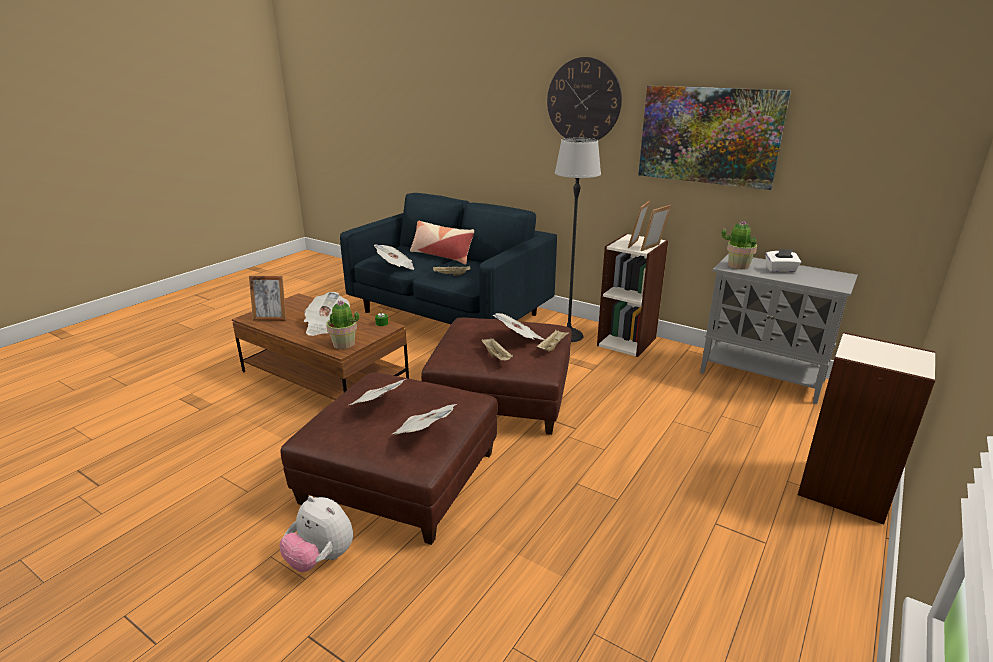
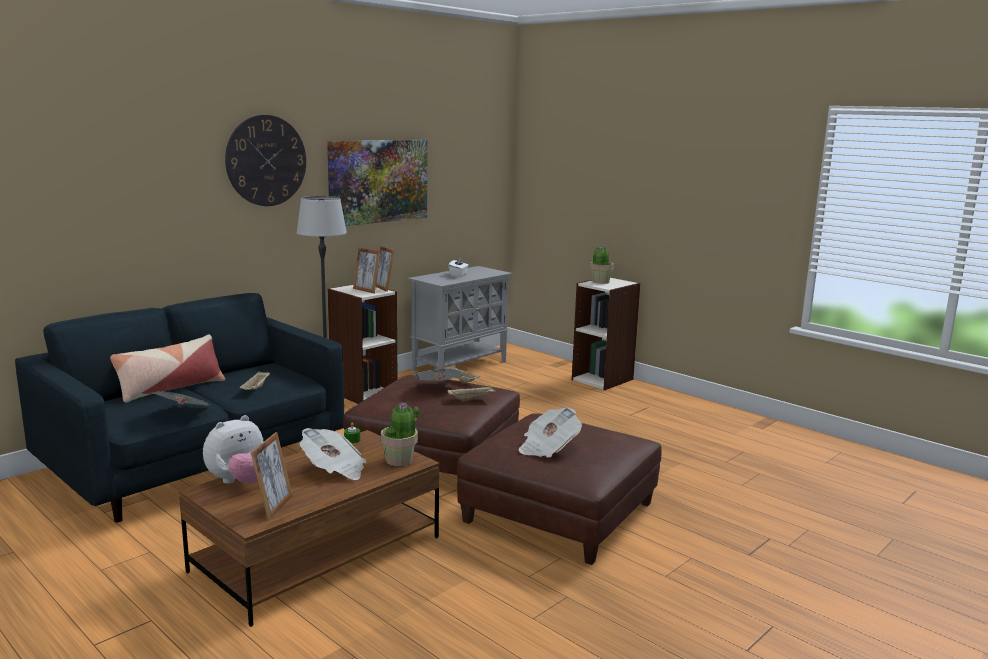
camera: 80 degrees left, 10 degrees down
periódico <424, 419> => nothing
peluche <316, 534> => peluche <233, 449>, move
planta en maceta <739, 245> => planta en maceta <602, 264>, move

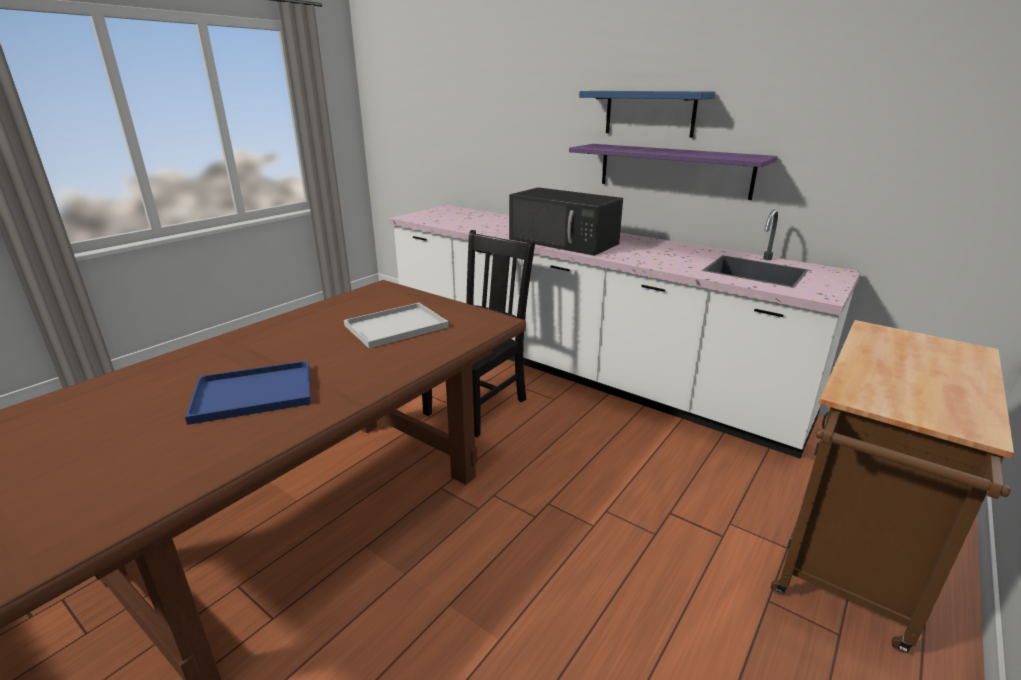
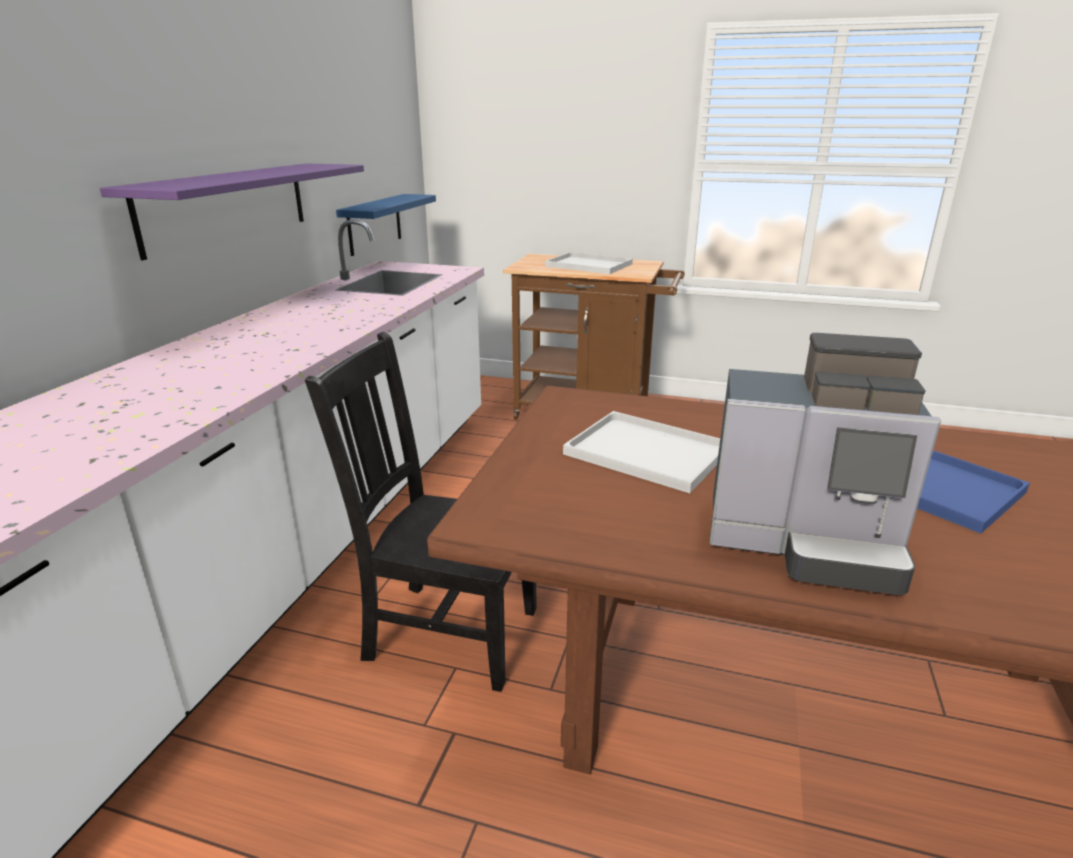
camera: 110 degrees left, 0 degrees up
microondas [negro] <566, 221> => nothing
nothing => bandeja [blanco] <589, 263>
nothing => cafetera <825, 464>
estante [azul] <647, 114> => estante [azul] <386, 225>, move

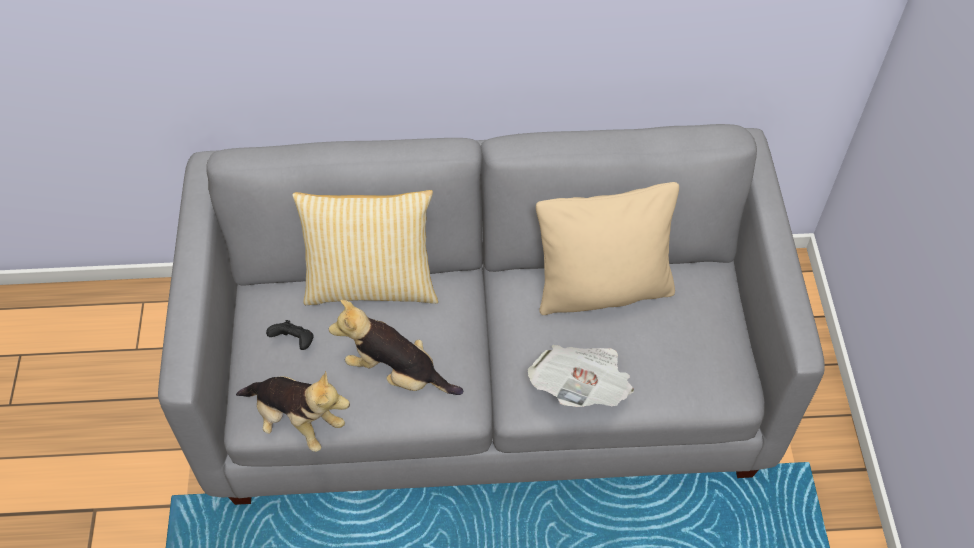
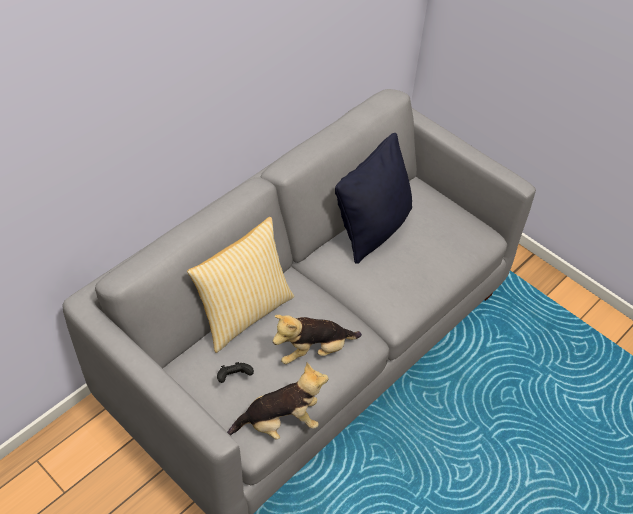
camera: 45 degrees left, 5 degrees down
periódico <580, 376> => nothing
cojín [beis] <607, 248> => cojín [negro] <373, 198>

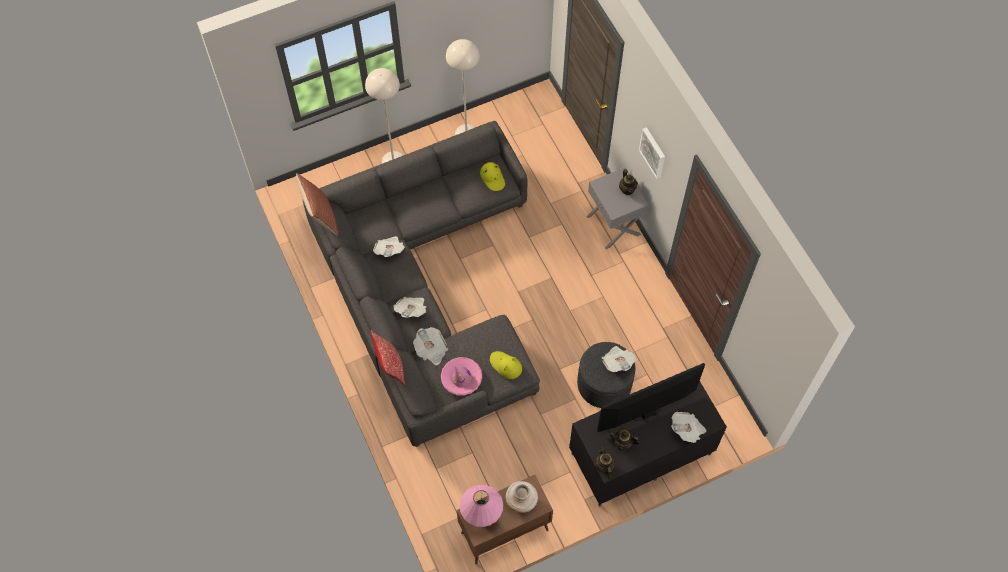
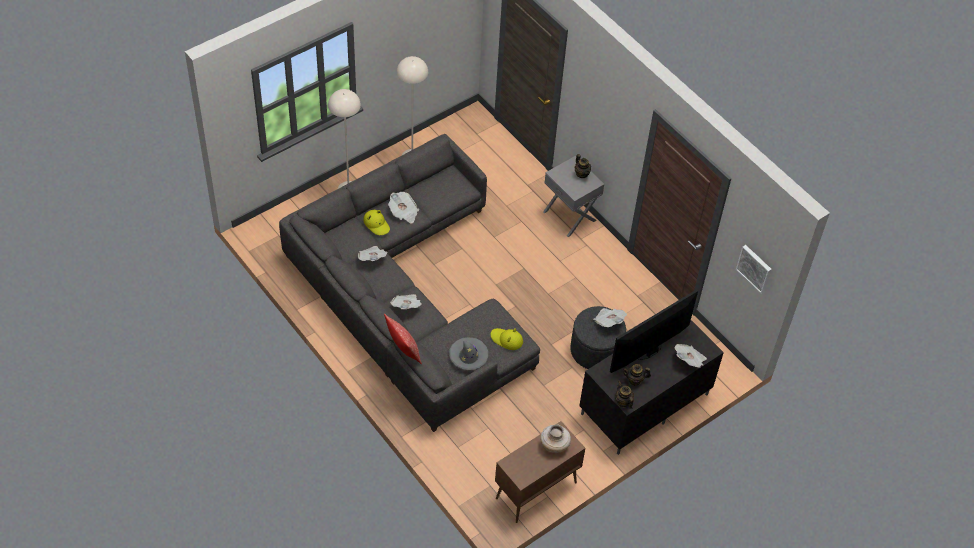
camera: 15 degrees left, 10 degrees down
cojín <317, 204> => nothing
lámpara de mesa [rosa] <481, 506> => nothing
periódico <430, 346> => periódico <403, 208>, move
sombrero [amarillo] <492, 176> => sombrero [amarillo] <376, 222>, move
cuadro <652, 153> => cuadro <754, 269>, move
sombrero [rosa] <461, 376> => sombrero [gris] <469, 353>

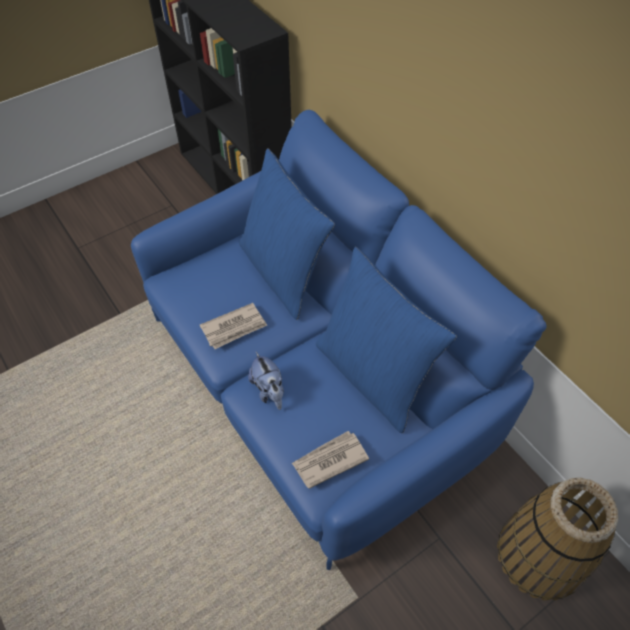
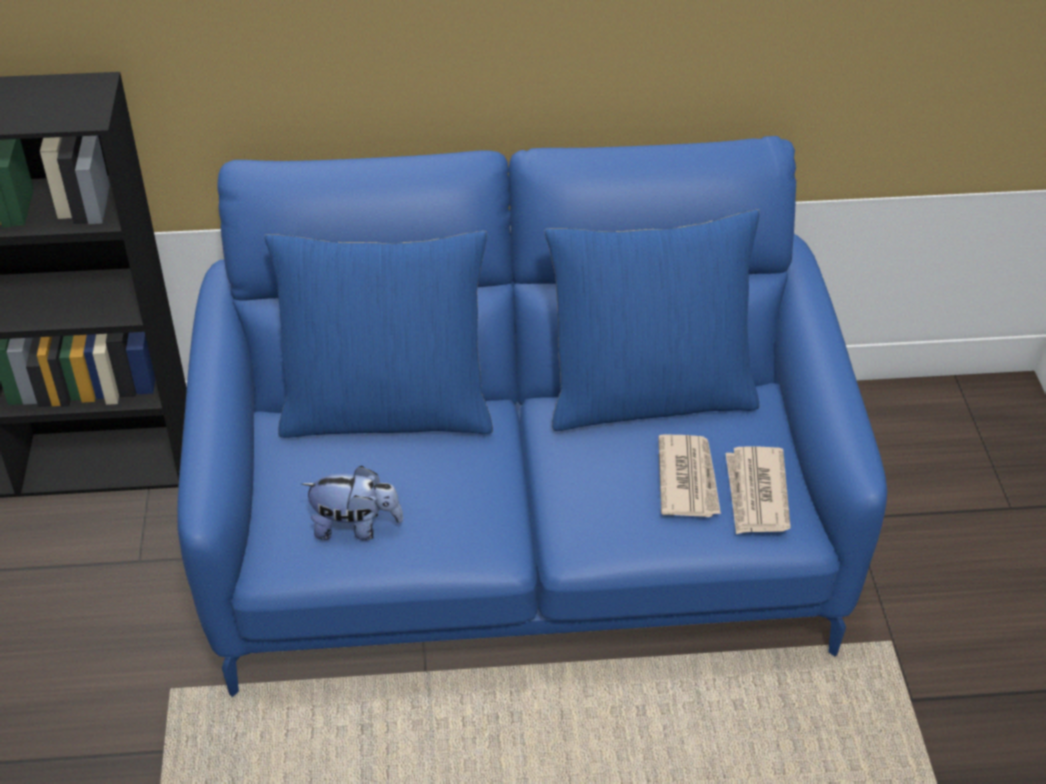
camera: 60 degrees left, 10 degrees down
cesta <557, 539> => nothing
periódico <233, 326> => periódico <689, 475>, move
peluche <266, 381> => peluche <352, 503>, move

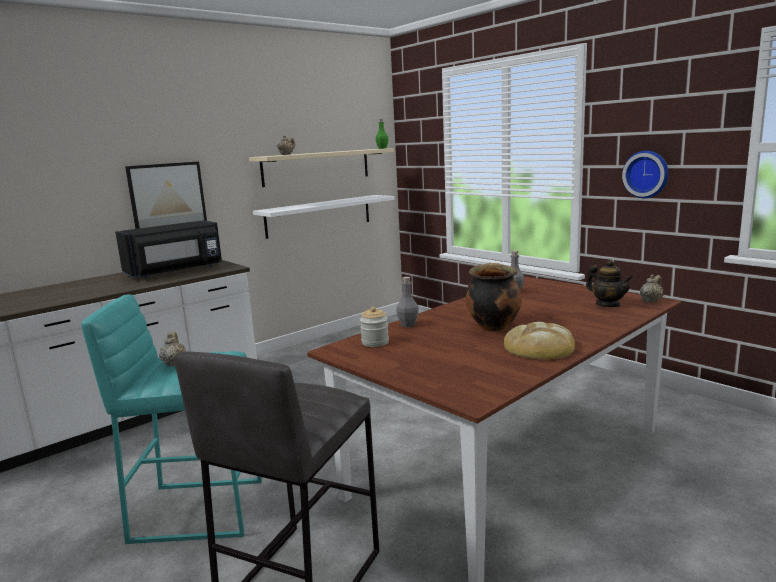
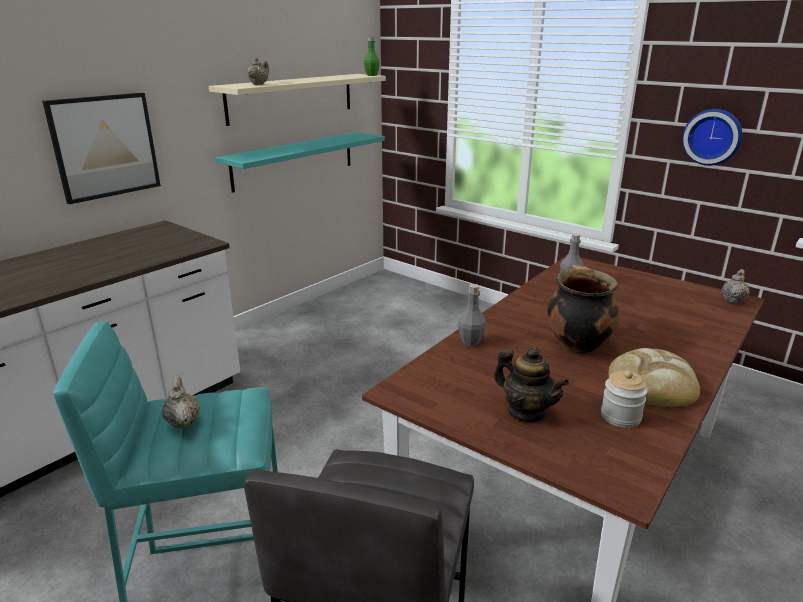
camera: 10 degrees left, 10 degrees up
microondas [negro] <168, 249> => nothing
tarro <374, 327> => tarro <624, 399>, move
tetera <609, 283> => tetera <531, 384>, move
estante [blanco] <324, 217> => estante [turquesa] <300, 162>

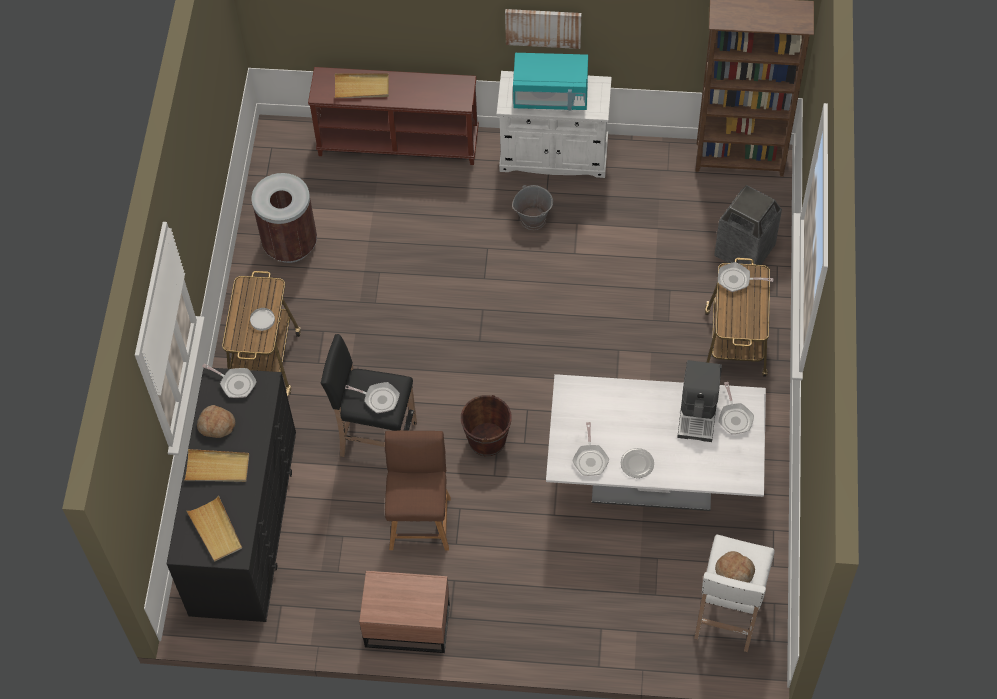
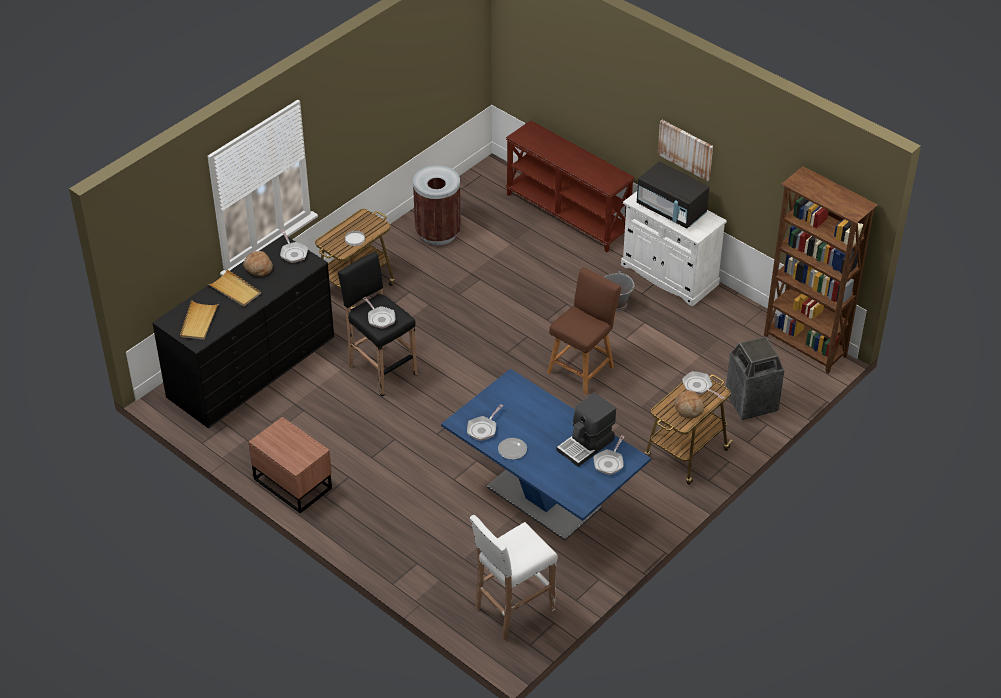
camera: 35 degrees right, 15 degrees down
bandeja [beis] <361, 86> => nothing
cubo [marrón] <486, 425> => nothing
taburete [marrón] <418, 491> => taburete [marrón] <584, 331>, move
pan <735, 567> => pan <689, 404>, move
microondas [turquesa] <550, 81> => microondas [negro] <673, 195>
mesa de comedor [blanco] <656, 442> => mesa de comedor [azul] <546, 455>

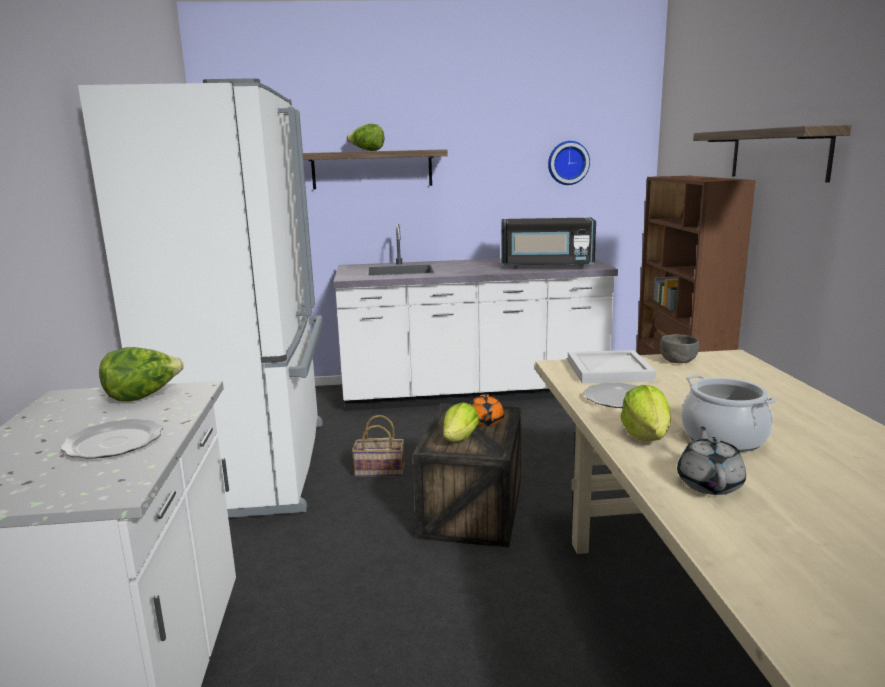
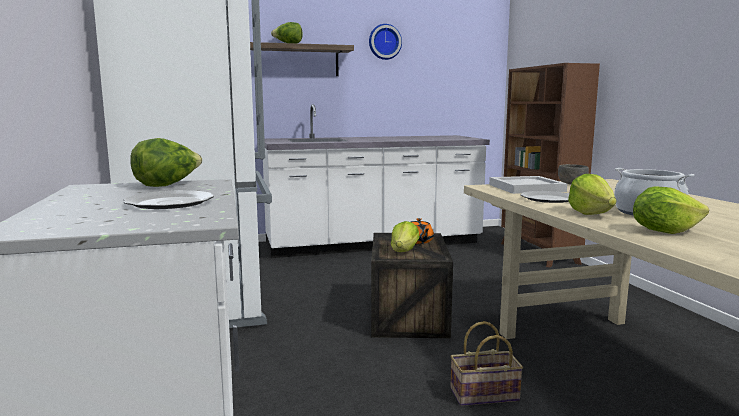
camera: 10 degrees left, 5 degrees down
microondas [negro] <549, 243> => nothing
estante <772, 154> => nothing
cesta <378, 446> => cesta <486, 363>, move
reloj de pared <569, 163> => reloj de pared <385, 42>, move
tetera [gris] <711, 460> => lechuga <671, 210>

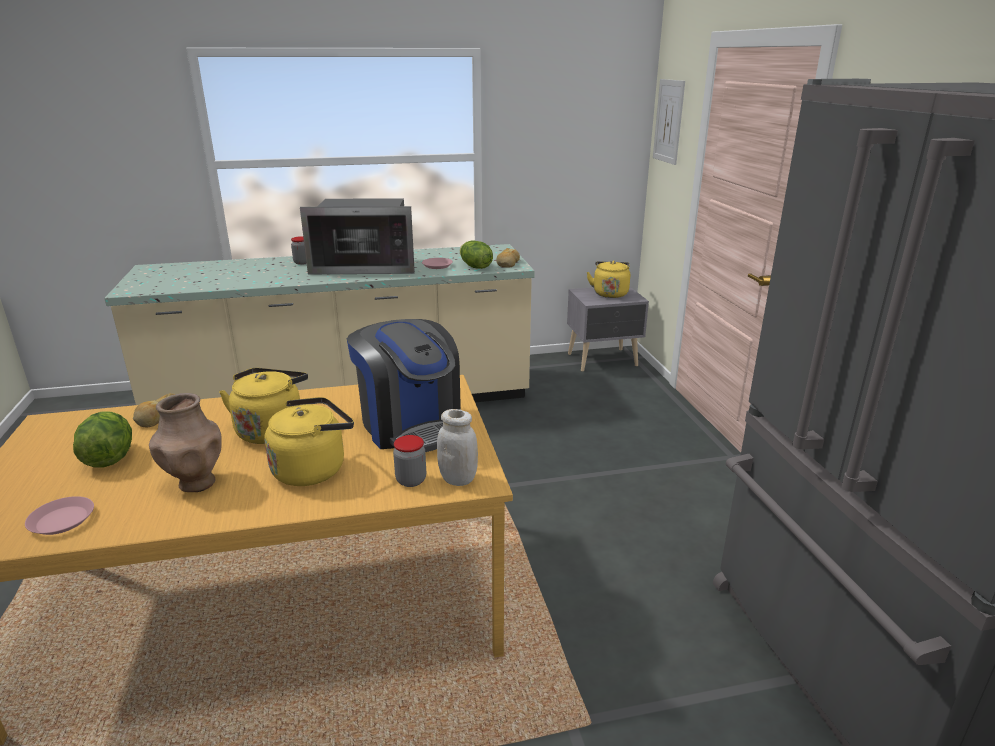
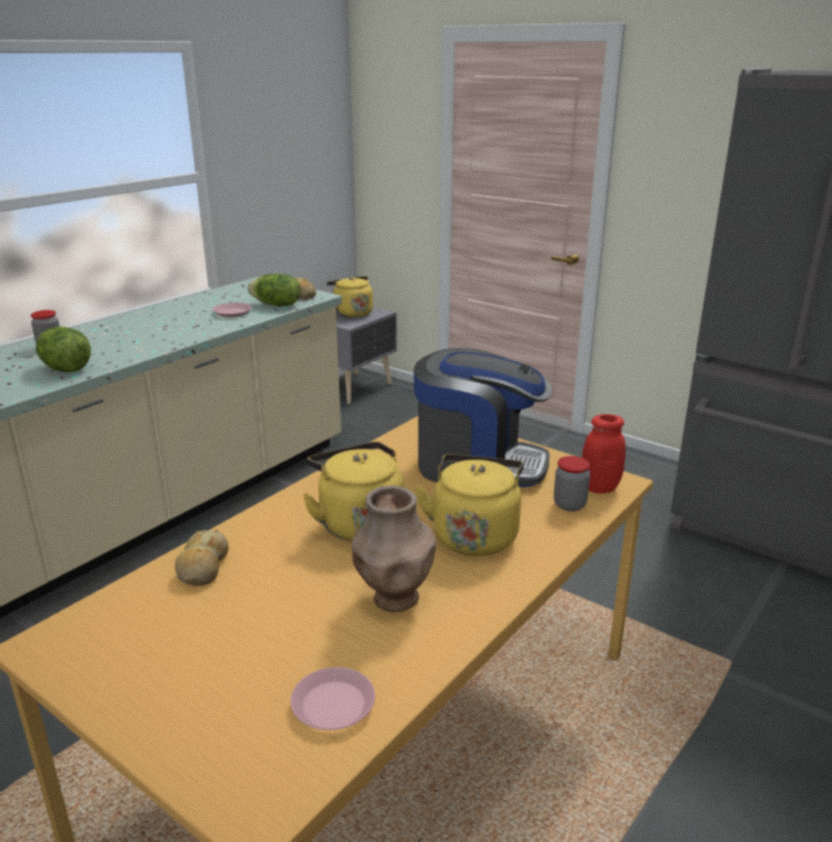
camera: 40 degrees left, 0 degrees up
microondas <357, 236> => nothing
cuadro <669, 122> => nothing
lechuga <102, 439> => lechuga <63, 349>, move
tarro [blanco] <457, 447> => tarro [rojo] <604, 454>

